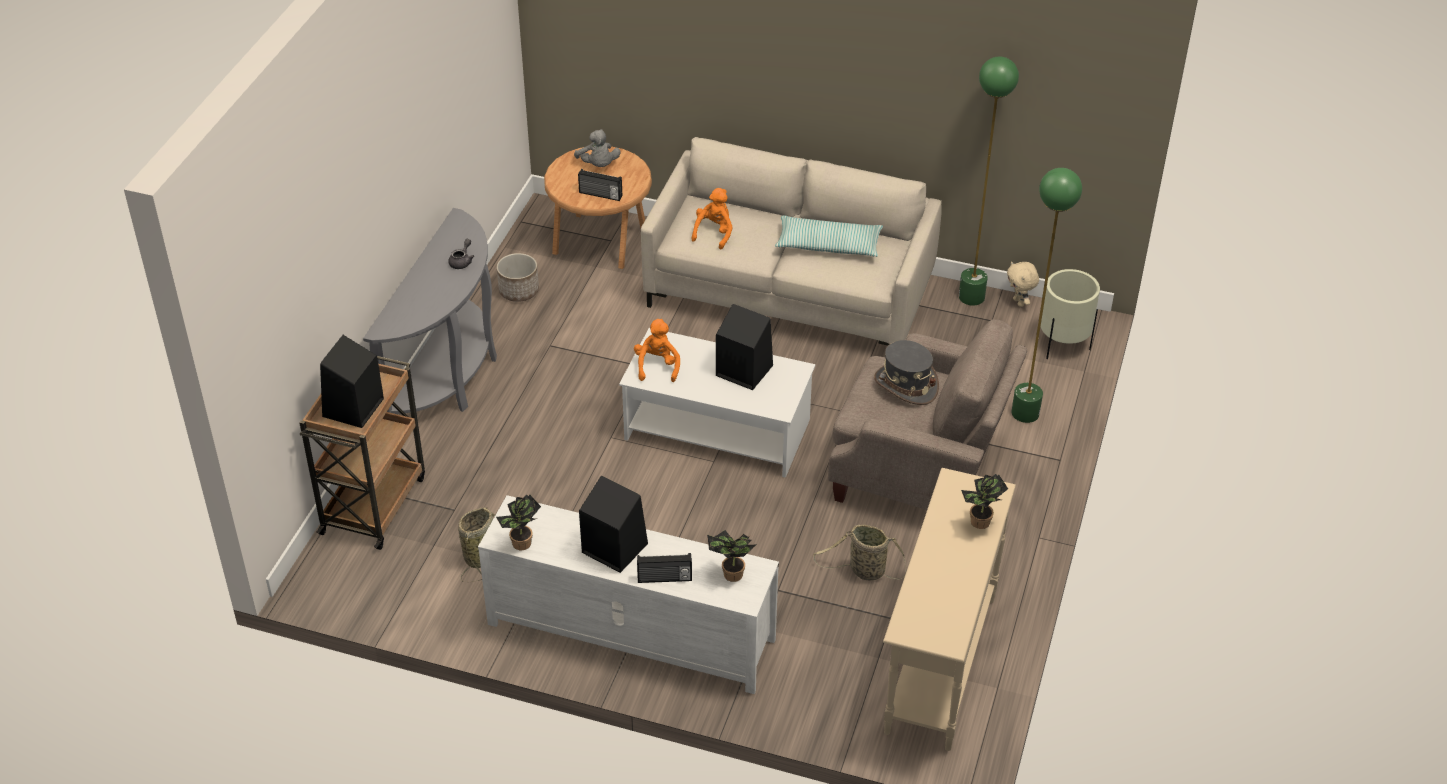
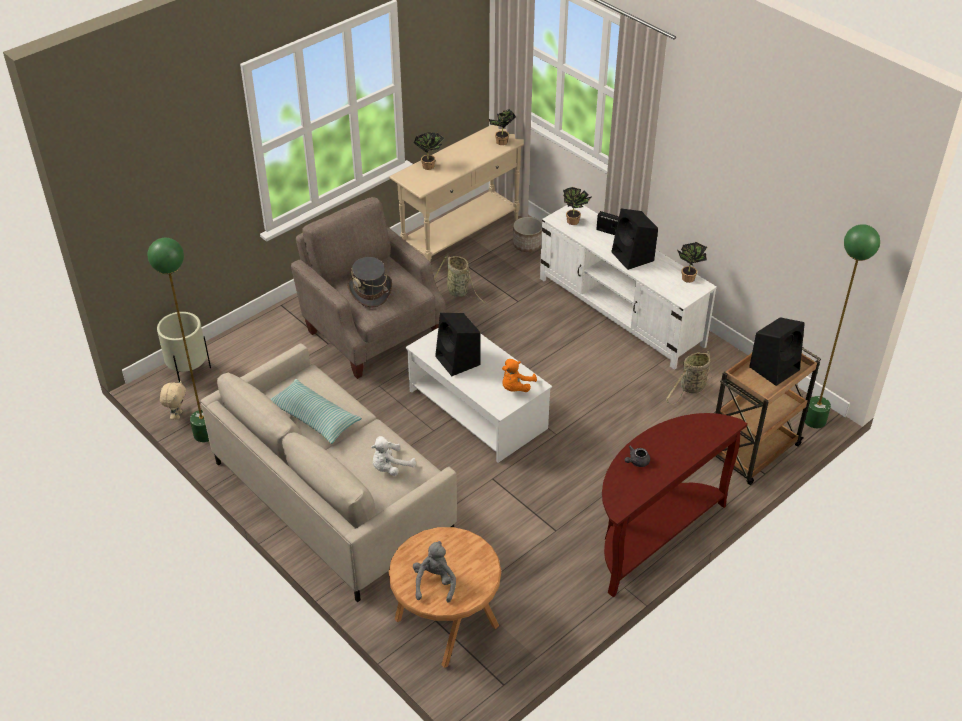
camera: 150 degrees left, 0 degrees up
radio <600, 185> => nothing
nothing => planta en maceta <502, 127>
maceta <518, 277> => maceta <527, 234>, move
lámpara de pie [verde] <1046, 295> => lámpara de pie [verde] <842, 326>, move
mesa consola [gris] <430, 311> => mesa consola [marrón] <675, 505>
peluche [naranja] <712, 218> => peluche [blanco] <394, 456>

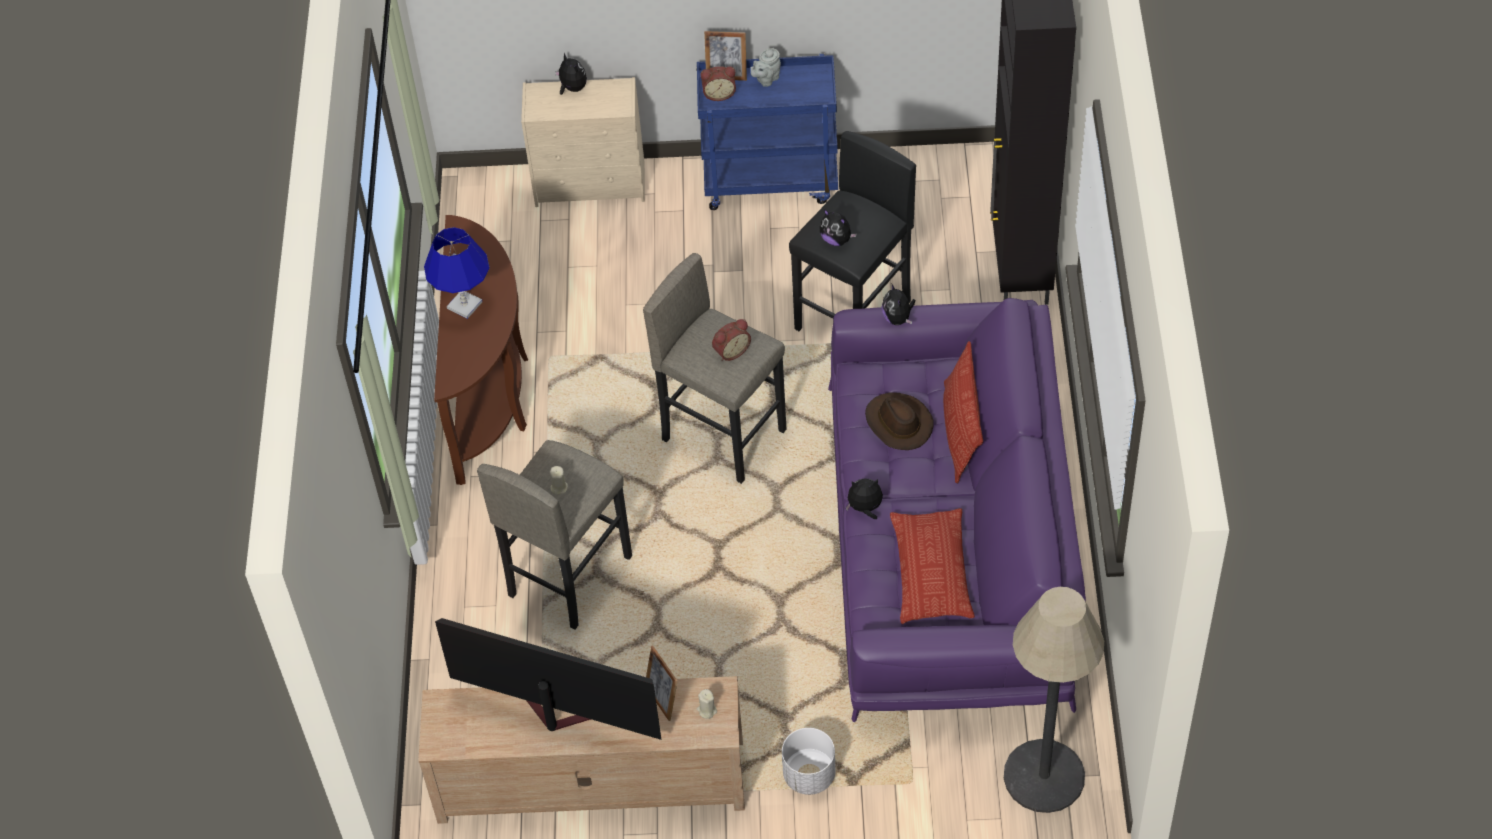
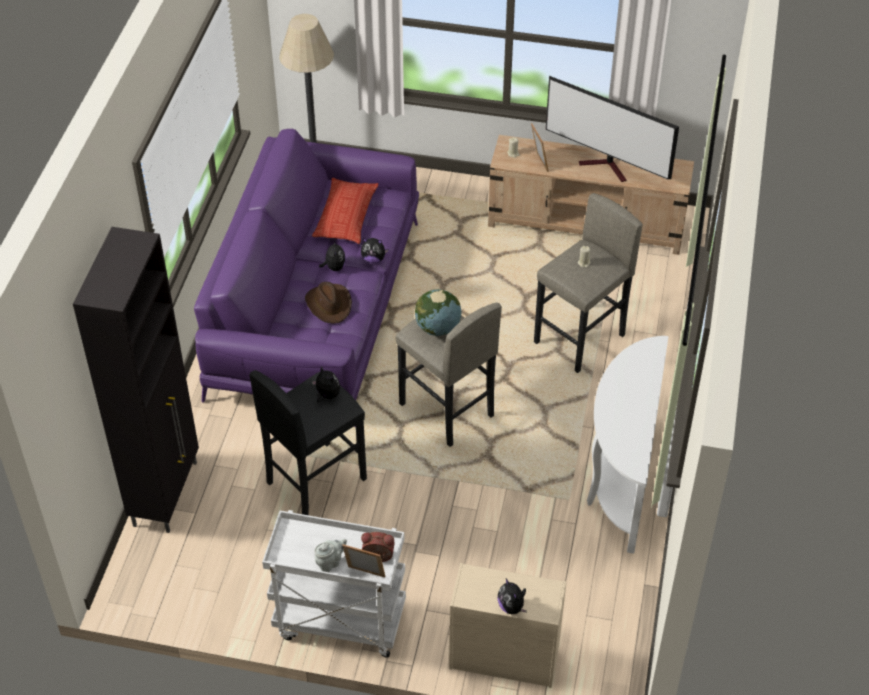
camera: 170 degrees left, 5 degrees down
lámpara de mesa [azul] <457, 273> => nothing
maceta [blanco] <808, 761> => nothing
cojín <963, 412> => nothing
peluche <898, 304> => peluche <332, 256>, move
despertador <731, 340> => globo terráqueo <438, 312>
mesa consola [marrón] <481, 350> => mesa consola [blanco] <628, 444>
carrito [azul] <767, 132> => carrito [blanco] <334, 583>

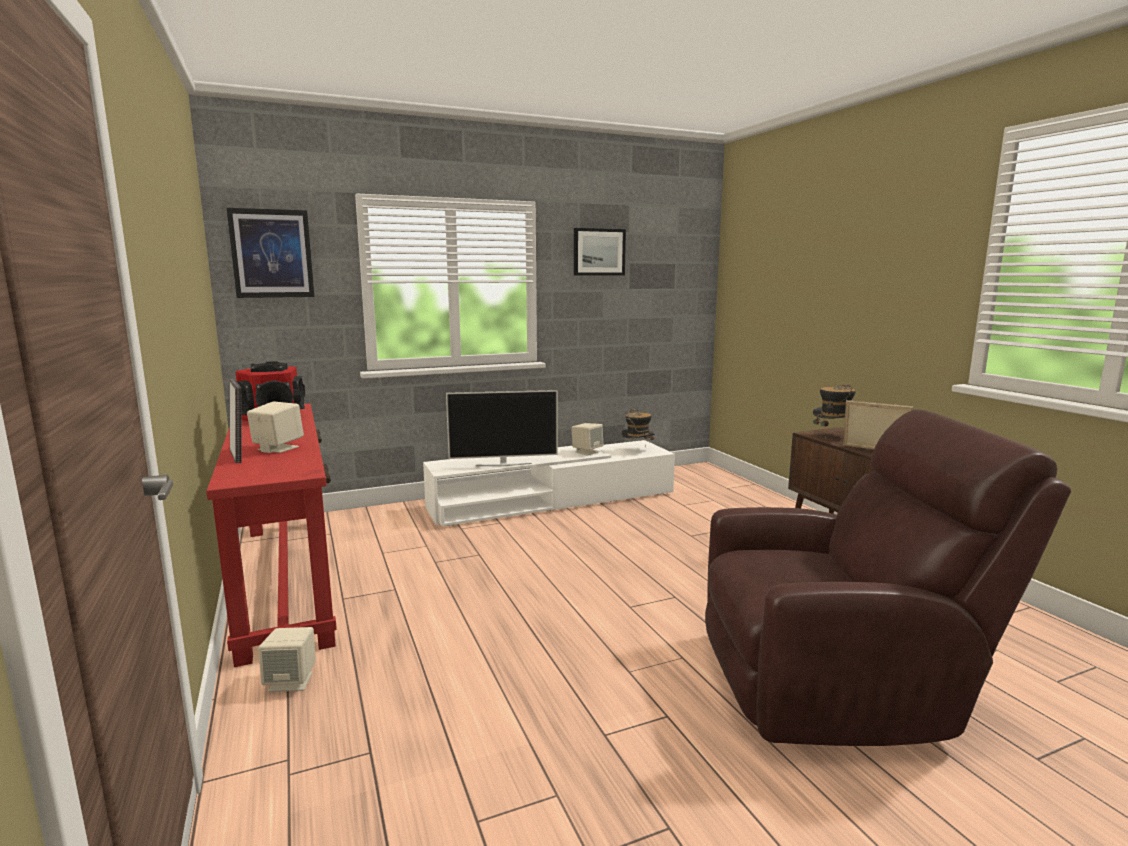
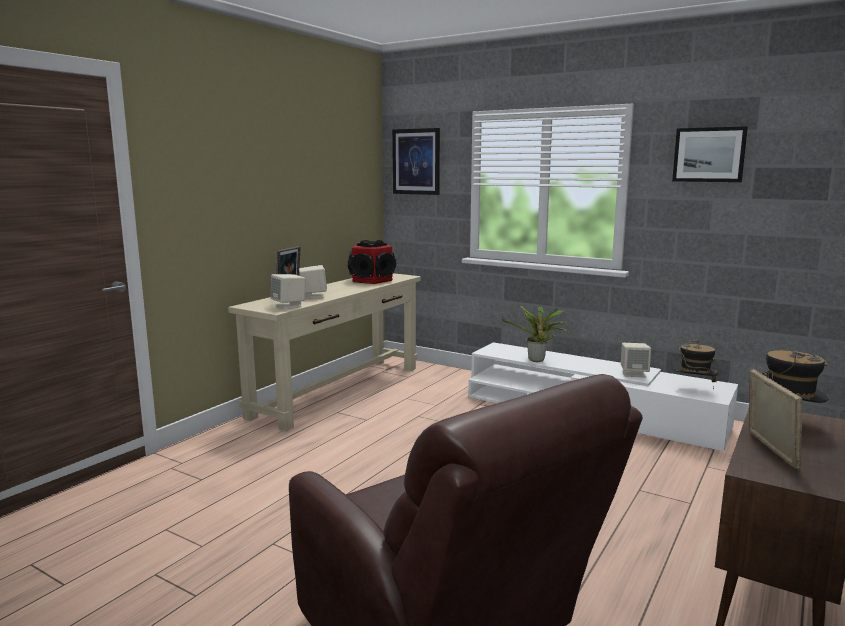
camera: 55 degrees right, 0 degrees up
altavoz [beis] <287, 659> => altavoz [beis] <288, 291>, move
televisor <502, 428> => planta en maceta <535, 334>
mesa consola [rojo] <271, 535> => mesa consola [beis] <324, 352>

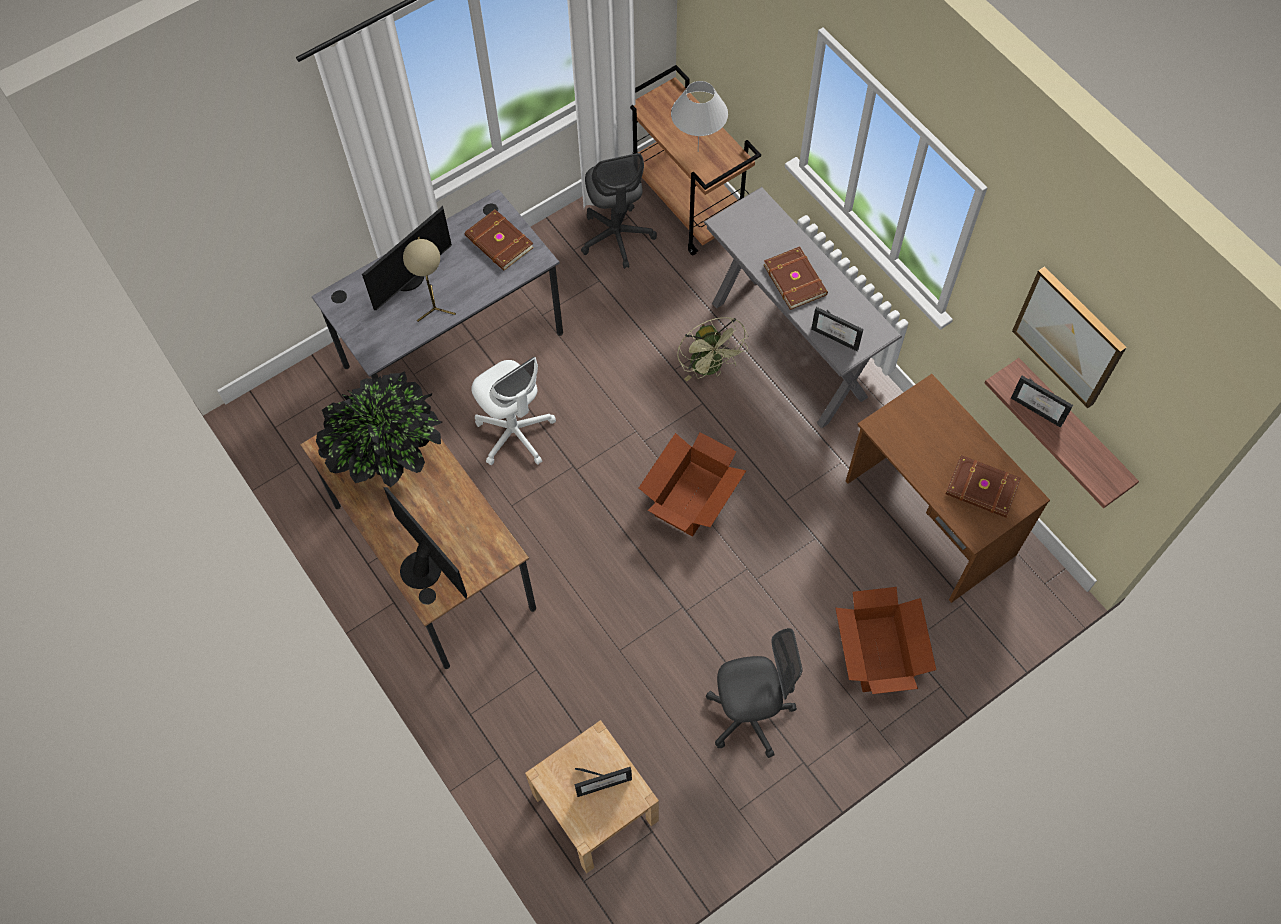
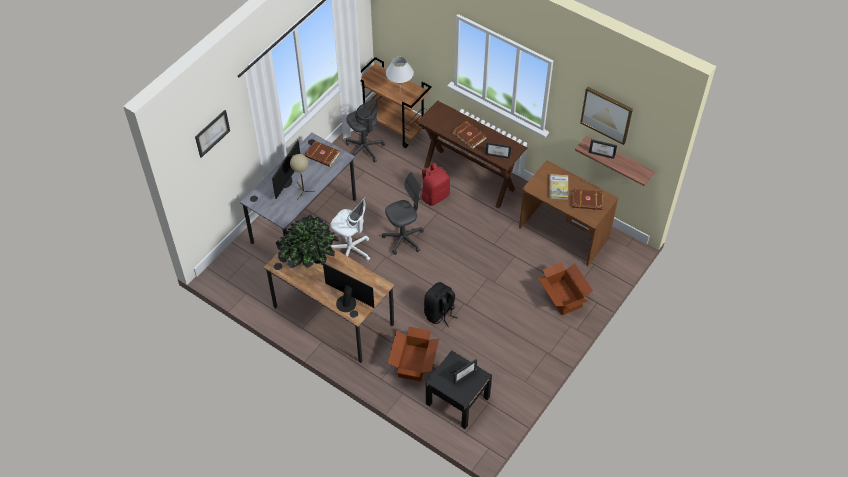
camera: 20 degrees left, 10 degrees down
nothing => cuadro <212, 134>
nothing => mochila [negro] <441, 304>
nothing => libro <558, 187>
caja de cartón <692, 484> => caja de cartón <413, 354>, move
silla de oficina [gris] <754, 693> => silla de oficina [gris] <403, 213>, move
ventilador [verde] <712, 349> => mochila [rojo] <435, 184>
mesita de noche [beis] <592, 796> => mesita de noche [negro] <459, 389>
mesa consola [gris] <803, 308> => mesa consola [marrón] <472, 154>

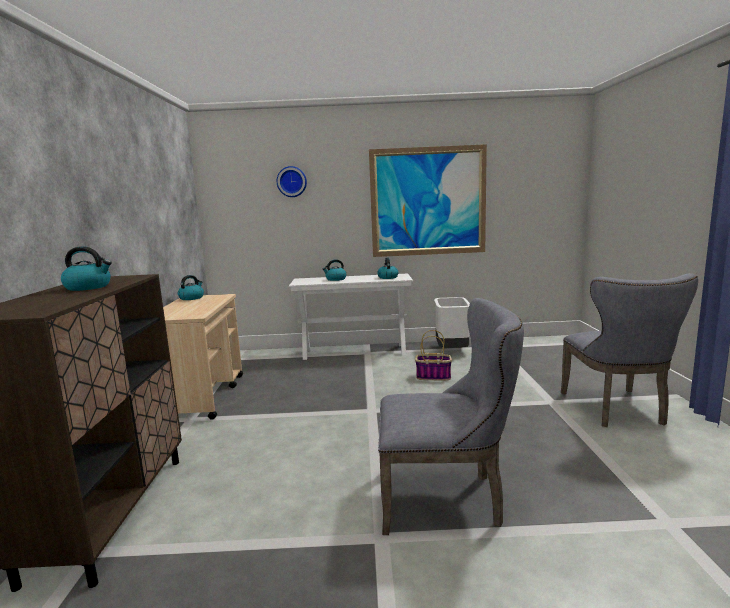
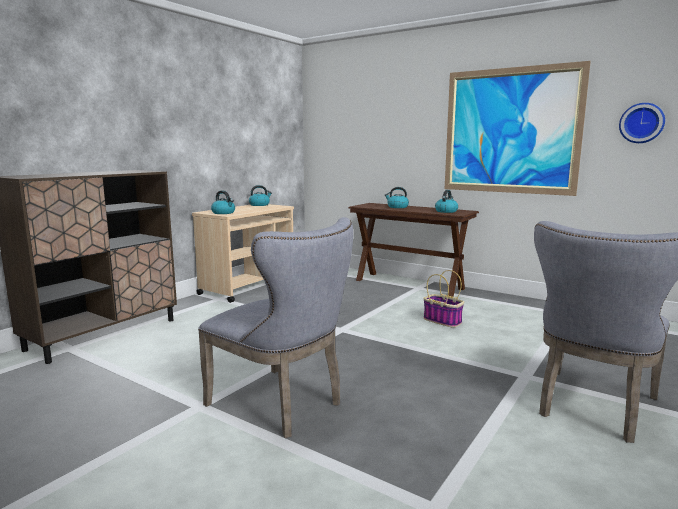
camera: 35 degrees right, 0 degrees up
papelera [blanco] <452, 322> => nothing
hervidor <86, 268> => hervidor <223, 202>, move
reloj de pared <292, 181> => reloj de pared <642, 123>, move
mesa consola [blanco] <350, 316> => mesa consola [marrón] <413, 250>

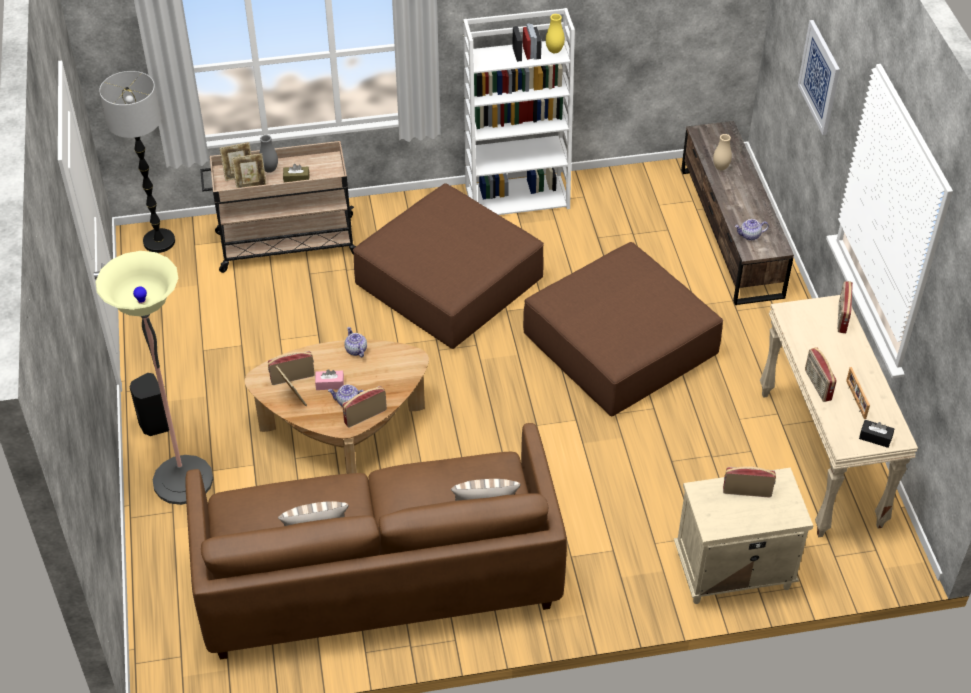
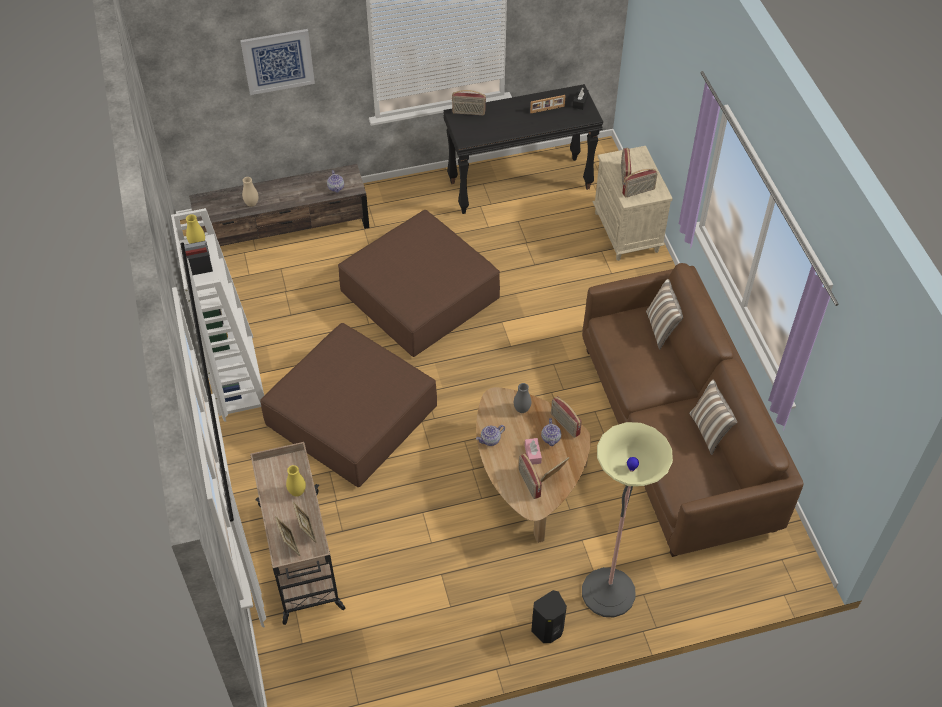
camera: 95 degrees left, 5 degrees up
lámpara de pie <137, 162> => nothing
florero [gris] <268, 154> => florero [gris] <522, 398>, move
radio <821, 375> => radio <640, 183>, move
caja de pañuelos [marrón] <296, 173> => florero [amarillo] <296, 481>
mesa consola [beis] <839, 416> => mesa consola [negro] <523, 149>

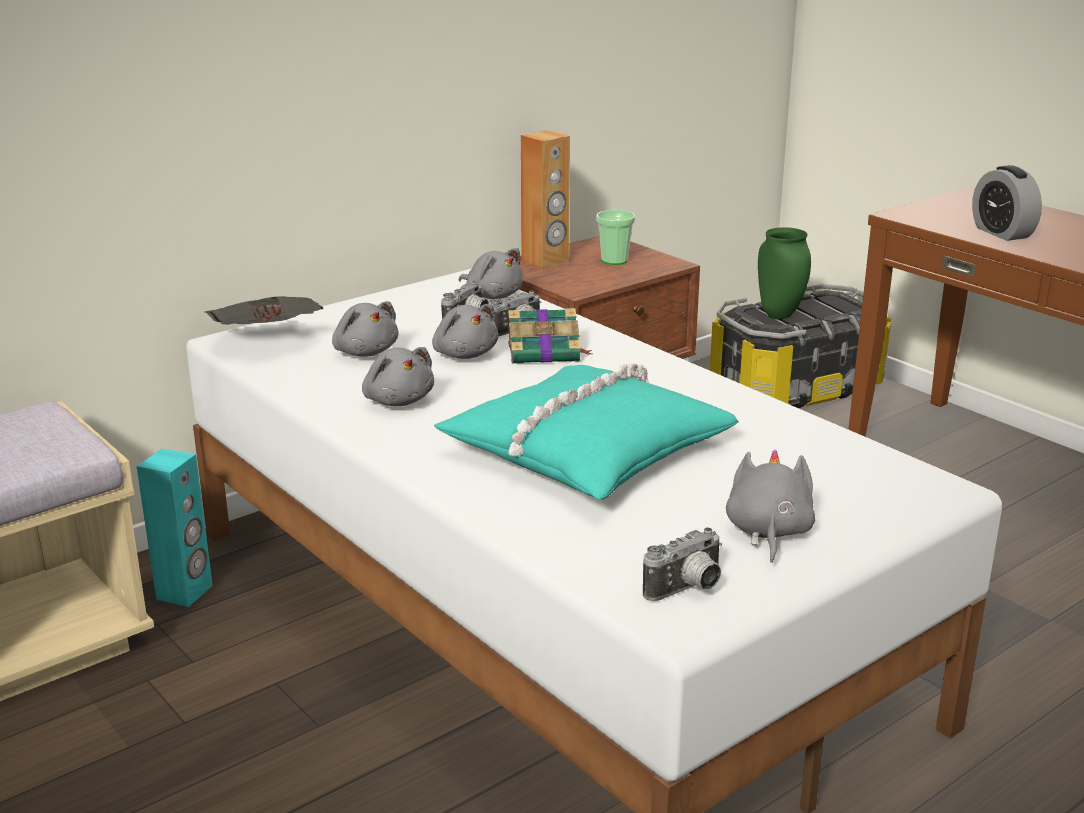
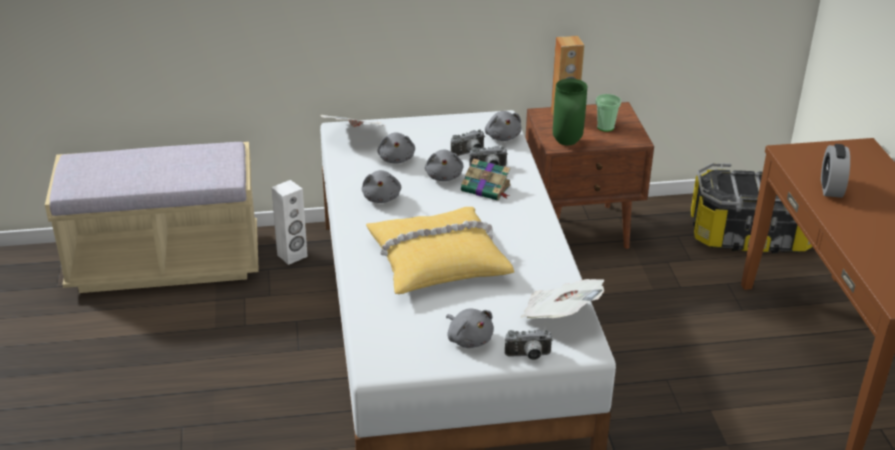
camera: 30 degrees right, 10 degrees up
nothing => periódico <562, 299>
cámara <682, 564> => cámara <529, 344>, move
florero [verde] <784, 273> => florero [verde] <570, 112>, move
altavoz [turquesa] <175, 527> => altavoz [blanco] <289, 222>
cojín [turquesa] <586, 431> => cojín [amarillo] <440, 250>
peluche [gris] <770, 506> => peluche [gris] <470, 328>, 105 degrees clockwise

